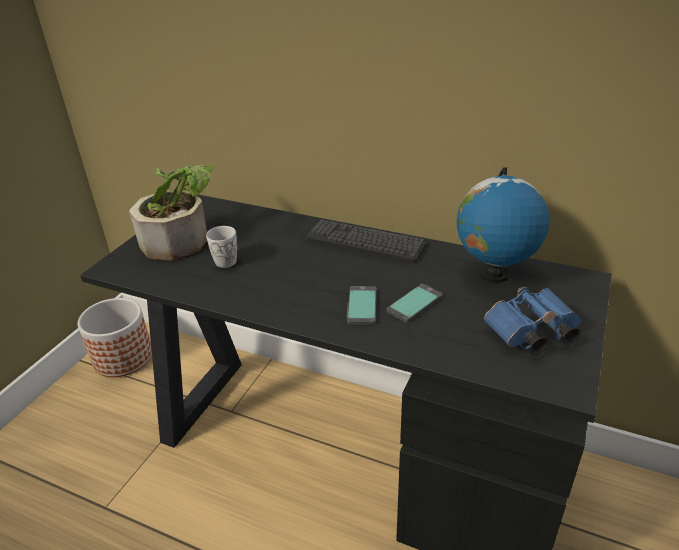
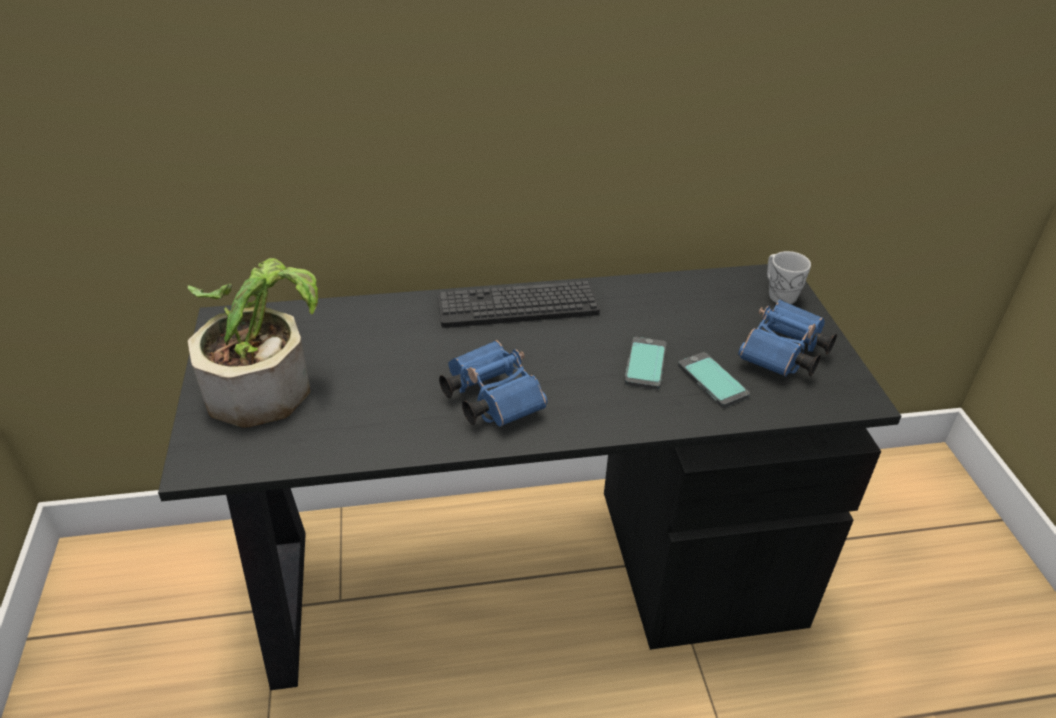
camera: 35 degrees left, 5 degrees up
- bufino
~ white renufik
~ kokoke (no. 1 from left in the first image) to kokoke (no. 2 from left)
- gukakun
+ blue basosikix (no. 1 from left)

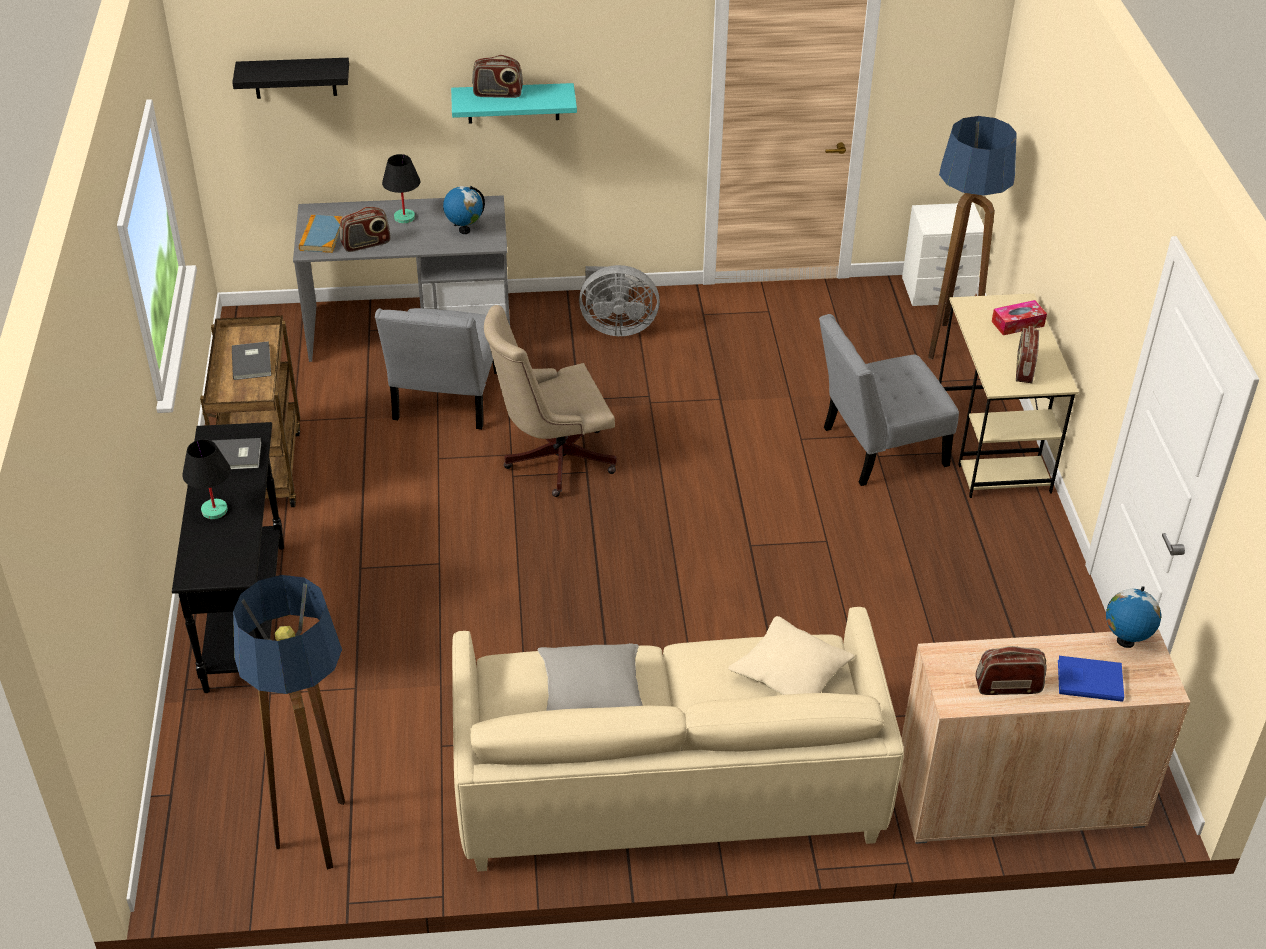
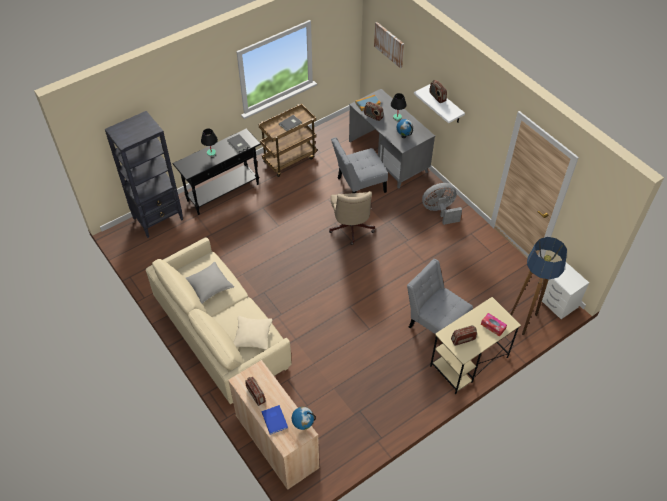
camera: 60 degrees right, 10 degrees up
~ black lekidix to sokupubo
~ turquoise lekidix to white lekidix
~ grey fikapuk 105 degrees clockwise
~ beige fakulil 135 degrees counterclockwise
- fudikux (no. 1 from left)
+ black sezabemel

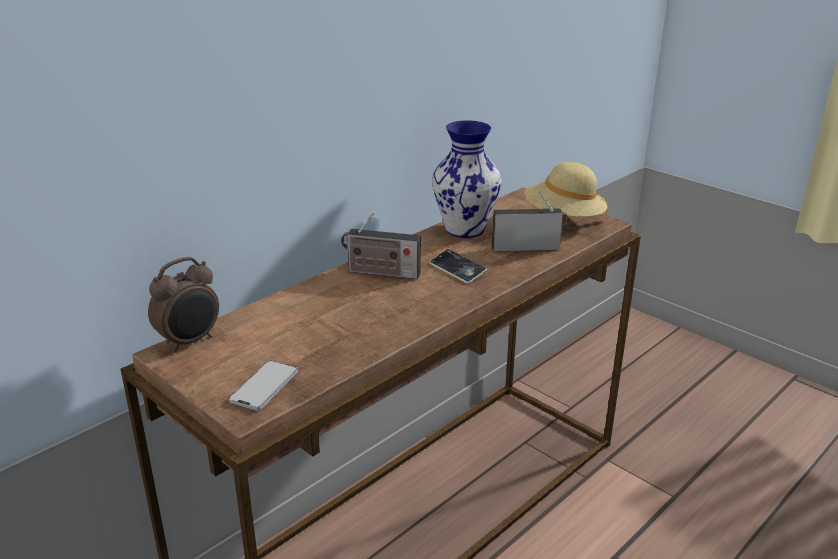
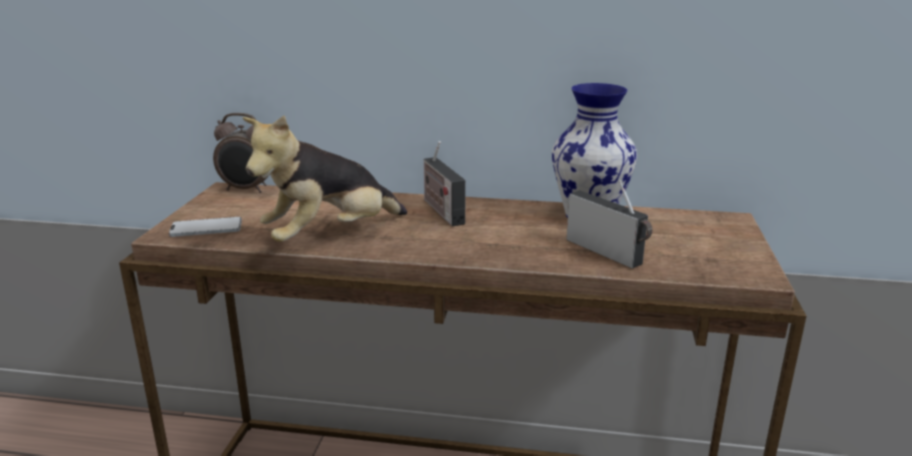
camera: 55 degrees right, 5 degrees down
- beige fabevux
- kokoke (no. 2 from left)
+ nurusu

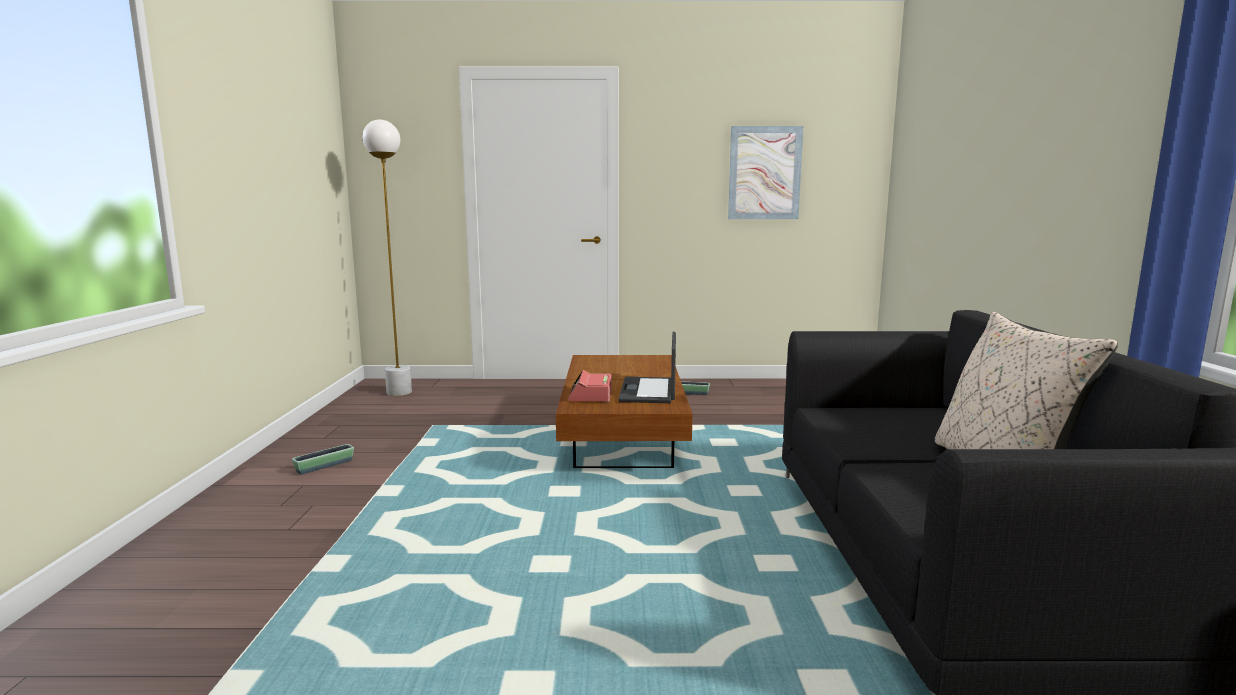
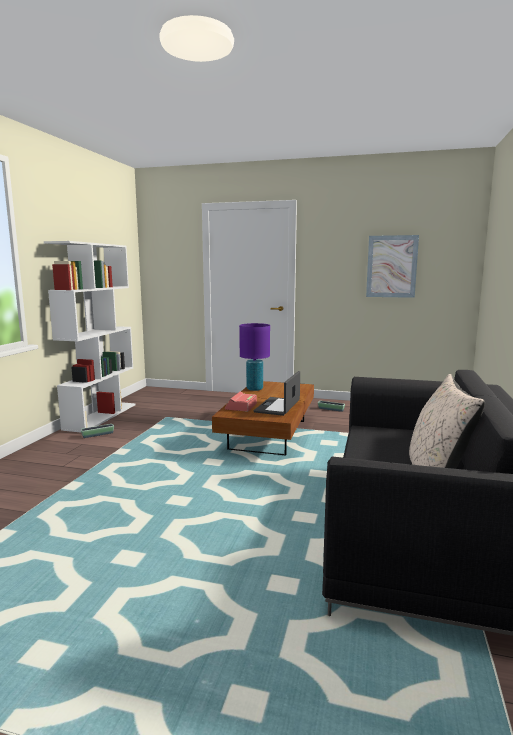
camera: 15 degrees right, 0 degrees up
- white fudikux
+ white sezabemel
+ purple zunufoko

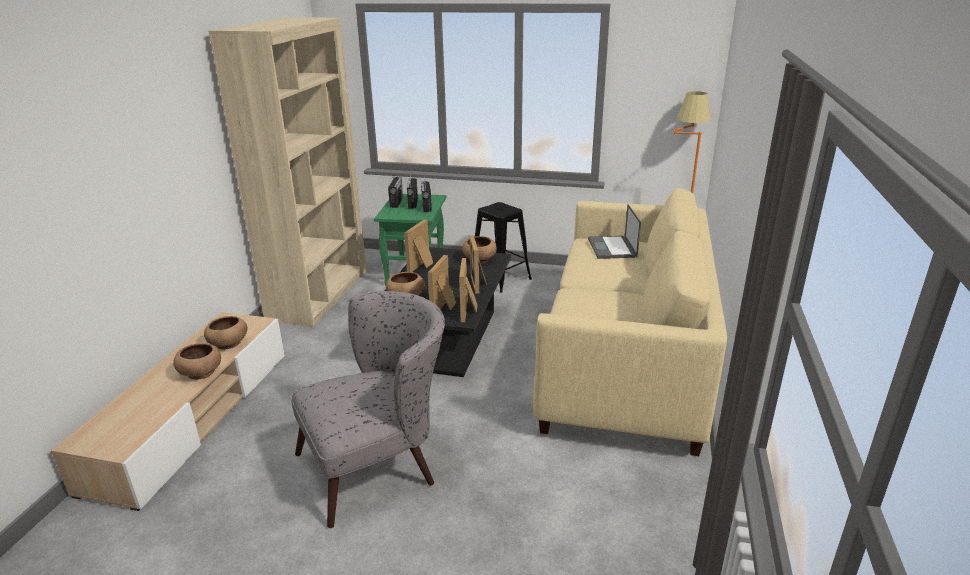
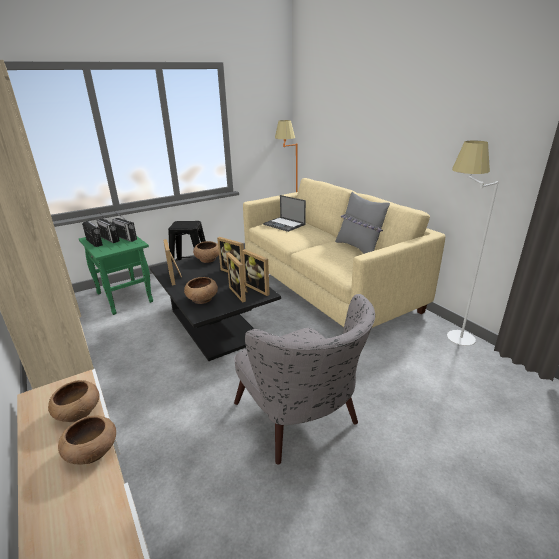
camera: 45 degrees left, 0 degrees up
~ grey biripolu 135 degrees clockwise
+ white fudikux
+ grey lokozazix

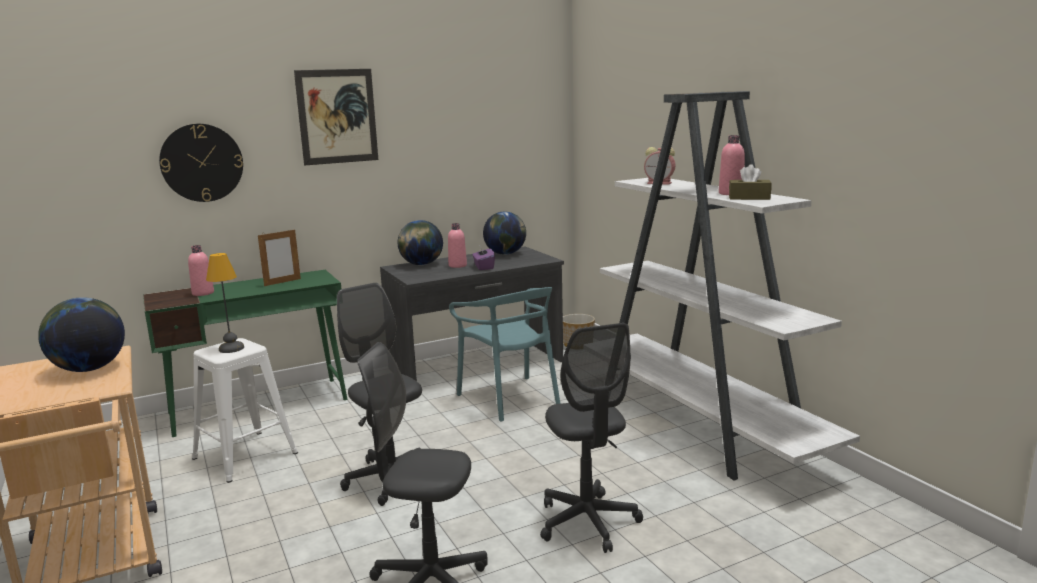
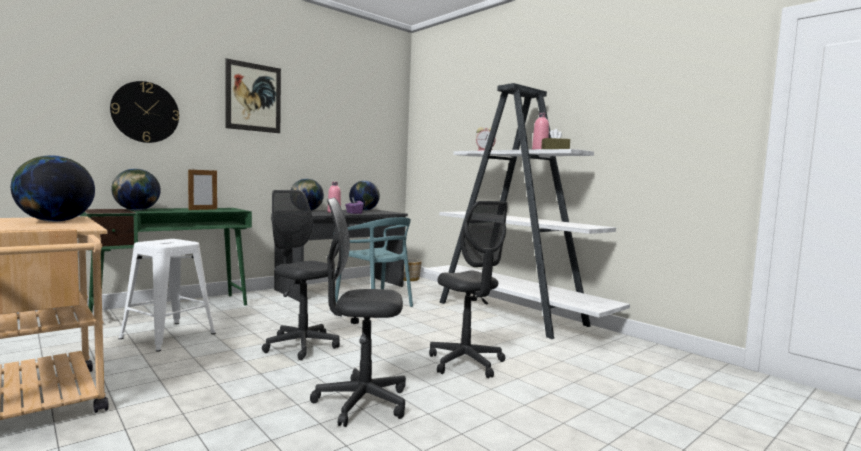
camera: 15 degrees left, 10 degrees down
~ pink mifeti (no. 1 from left) to bufino (no. 2 from left)
- zunufoko

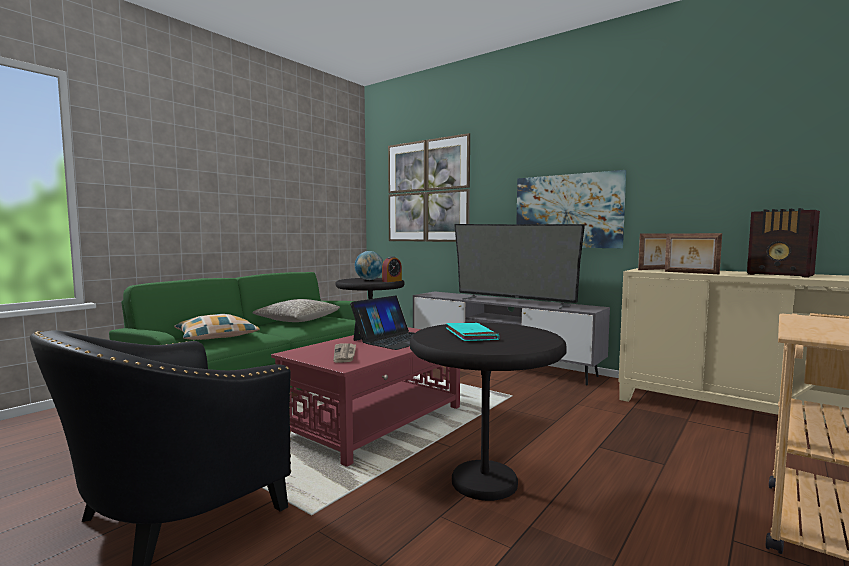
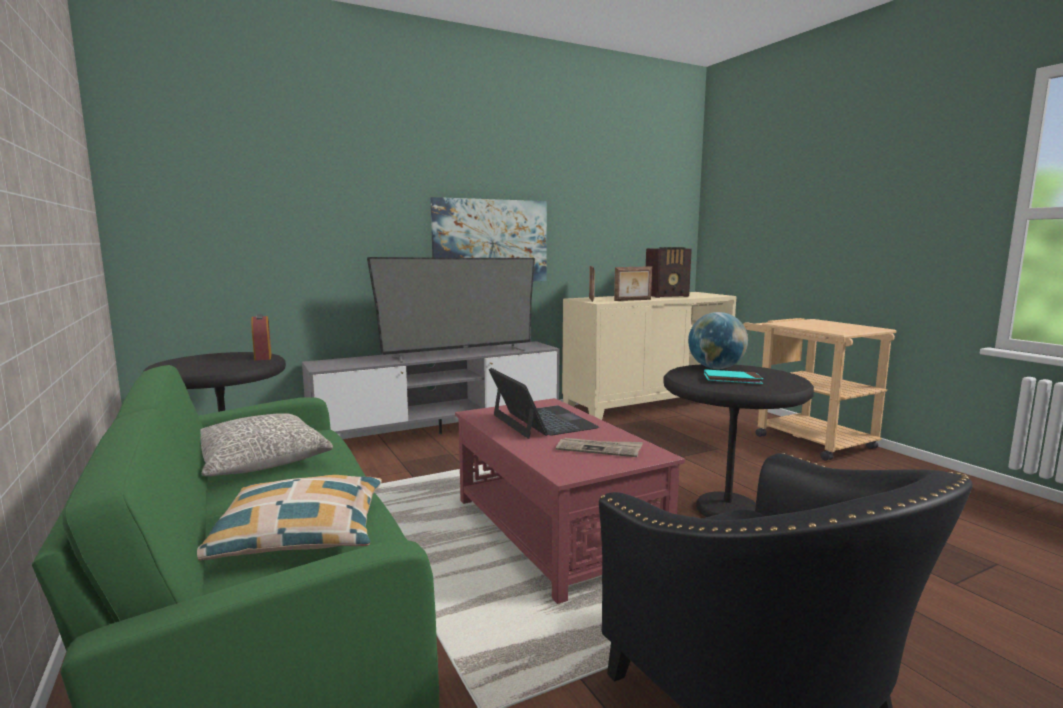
camera: 65 degrees left, 5 degrees up
- sokupubo (no. 1 from left)
~ bufino

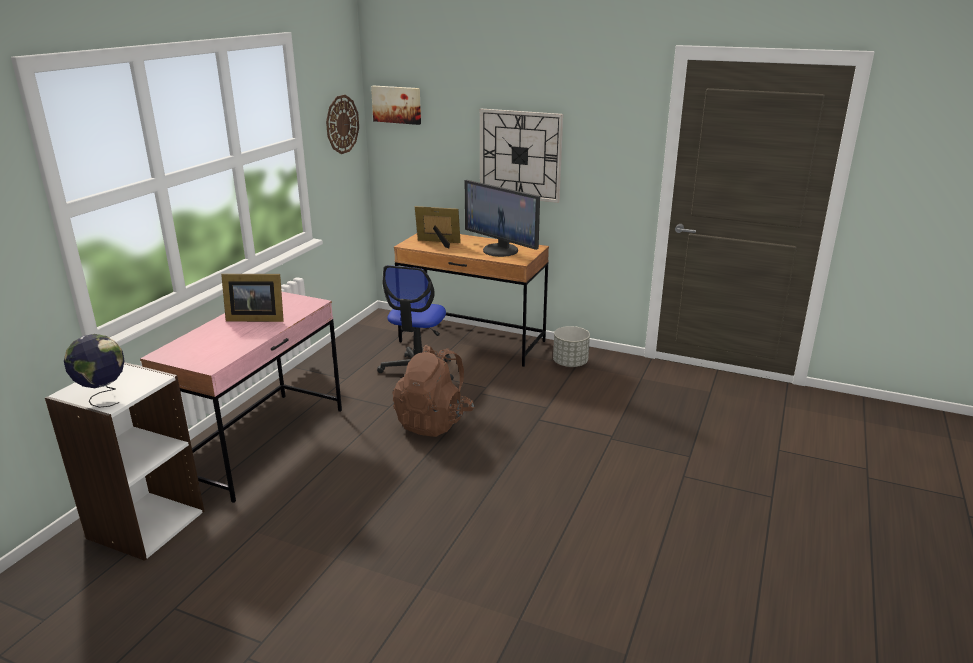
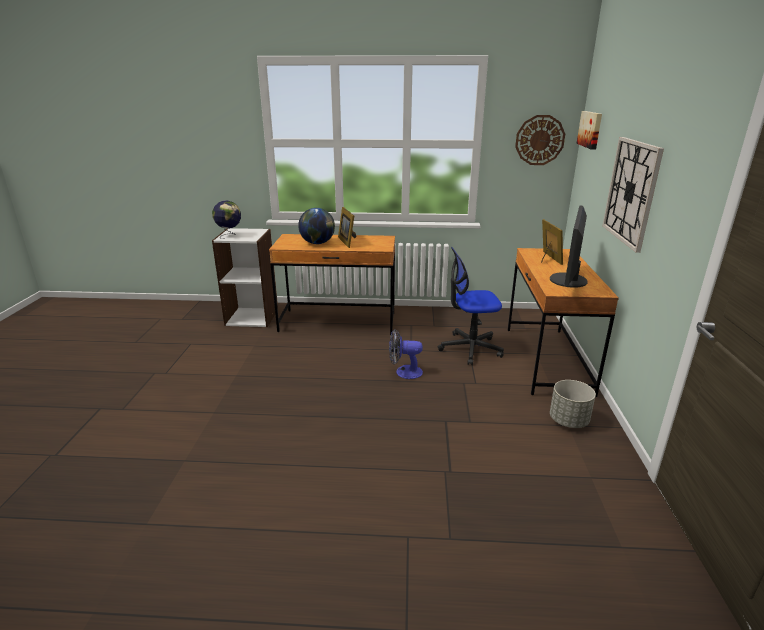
camera: 70 degrees right, 0 degrees up
~ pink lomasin to brown lomasin (no. 1 from left)
~ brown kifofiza to fikapuk
+ bufino (no. 2 from left)

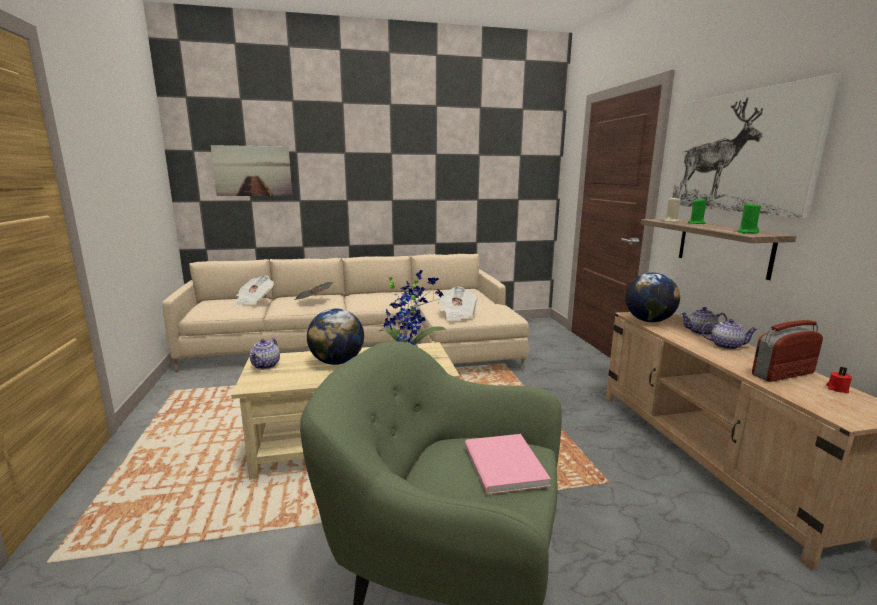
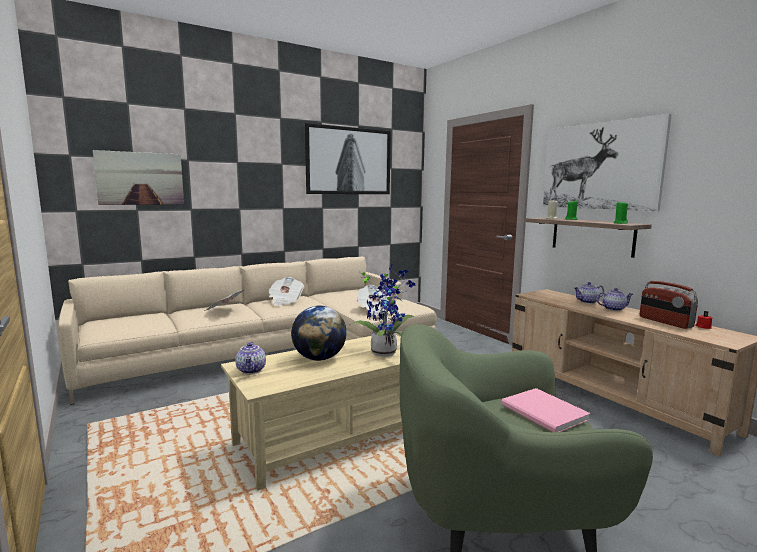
camera: 20 degrees left, 5 degrees down
- bufino (no. 2 from left)
~ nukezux (no. 1 from left in the first image) to nukezux (no. 2 from left)
~ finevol 75 degrees counterclockwise
+ sokupubo (no. 2 from left)

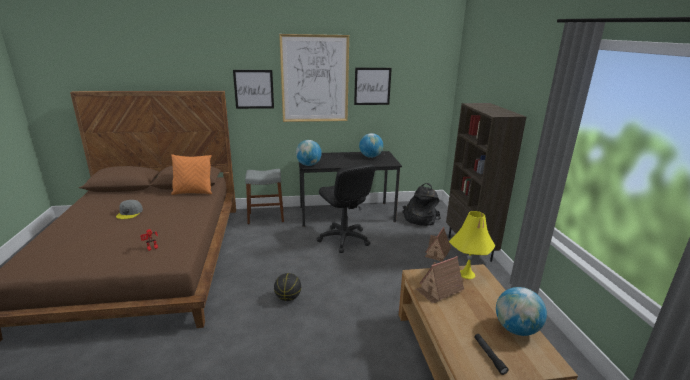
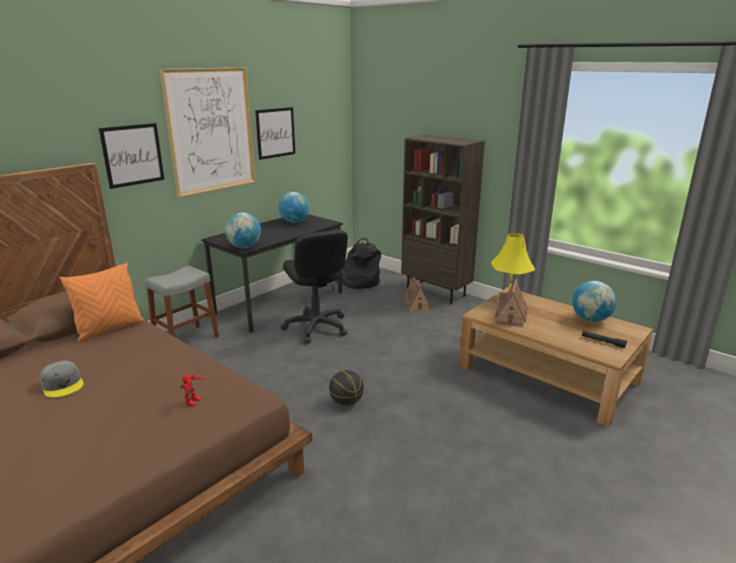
camera: 40 degrees left, 0 degrees up
~ black fakulil 45 degrees clockwise

